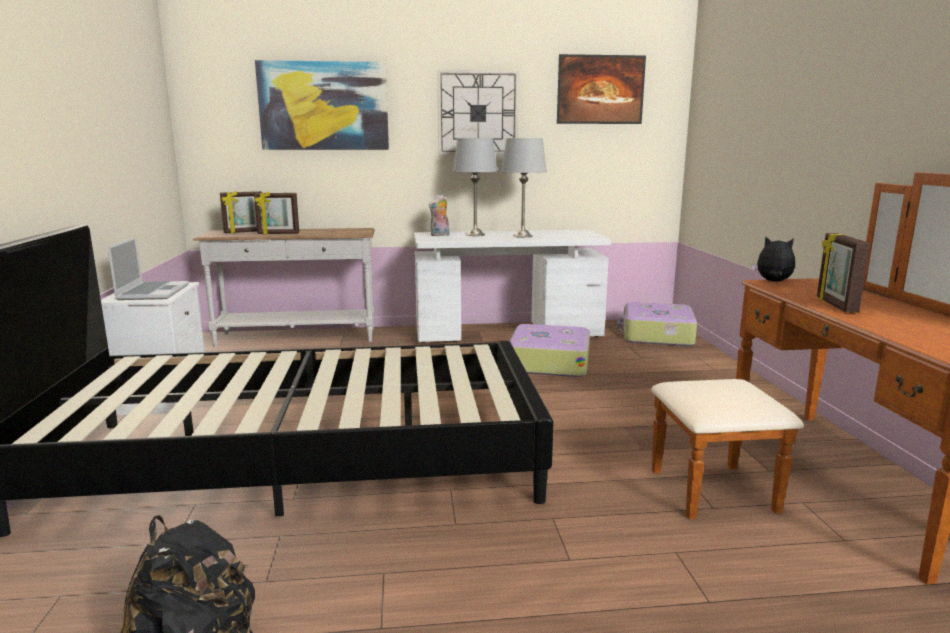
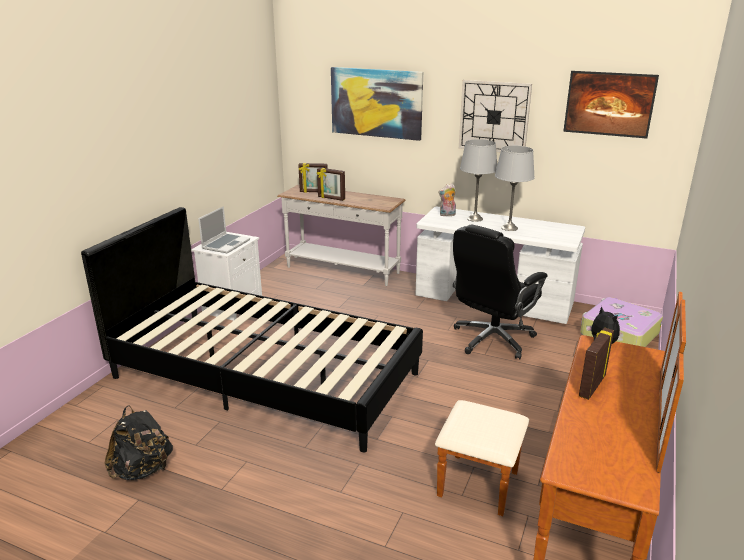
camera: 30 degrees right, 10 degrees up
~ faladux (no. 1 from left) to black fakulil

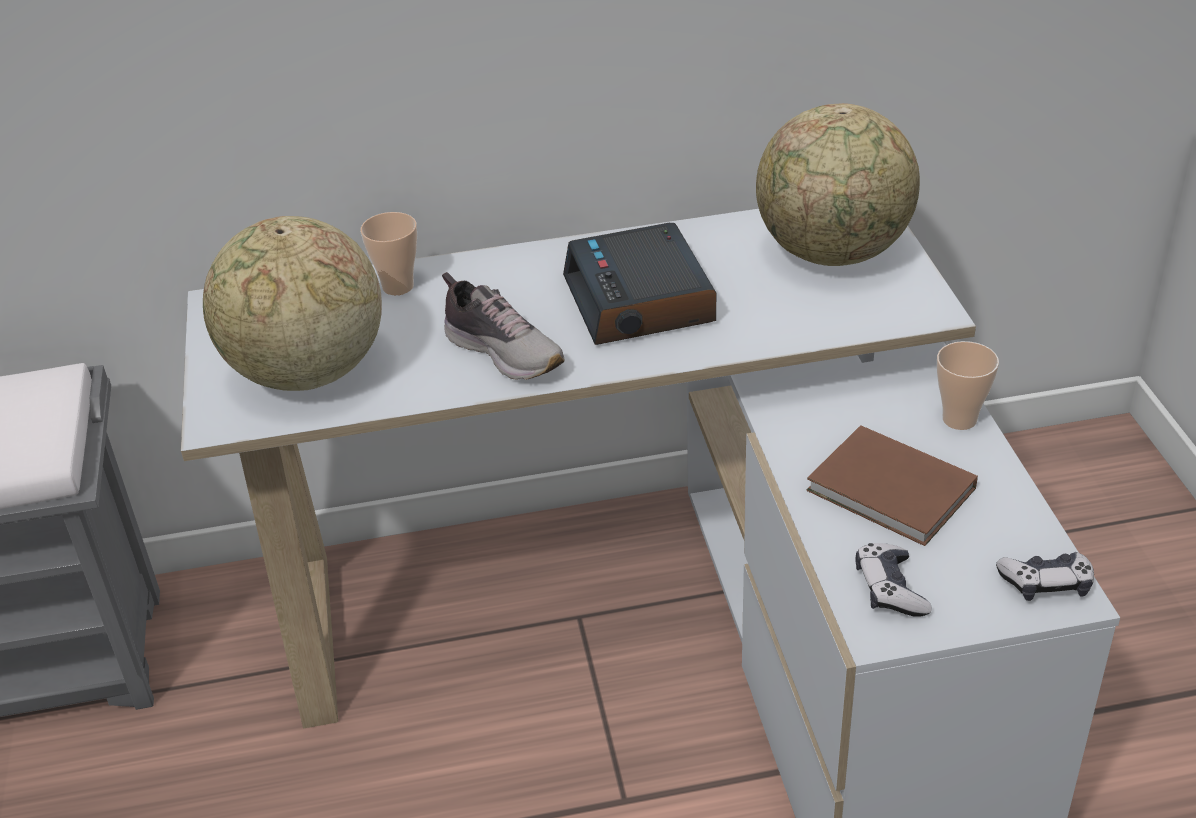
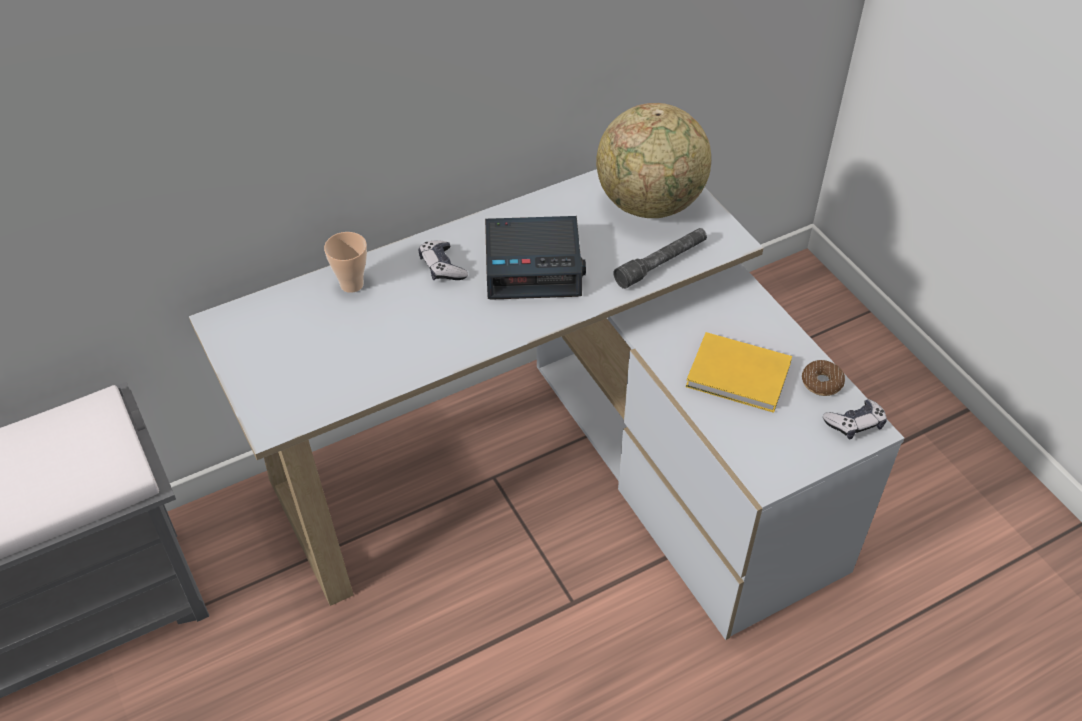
camera: 20 degrees left, 10 degrees up
- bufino (no. 1 from left)
~ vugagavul 60 degrees counterclockwise
- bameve
- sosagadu (no. 2 from left)
~ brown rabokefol to yellow rabokefol
~ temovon (no. 1 from left)
+ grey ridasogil
+ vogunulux

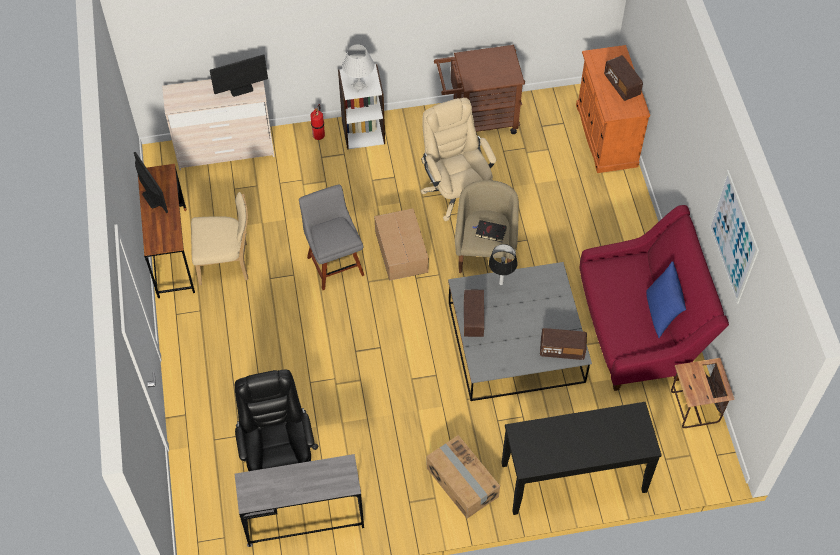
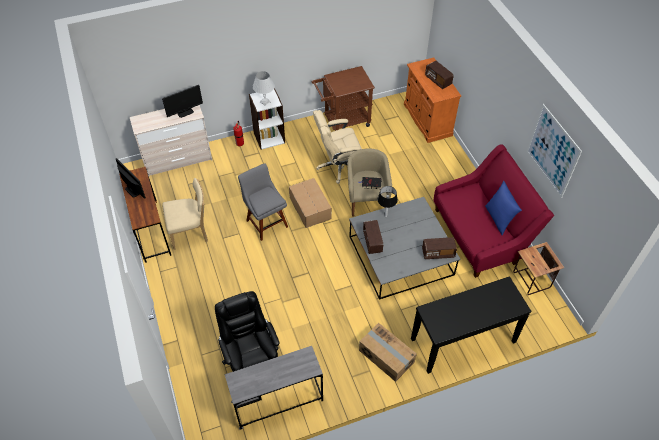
camera: 10 degrees left, 5 degrees down
~ beige fakulil 75 degrees counterclockwise

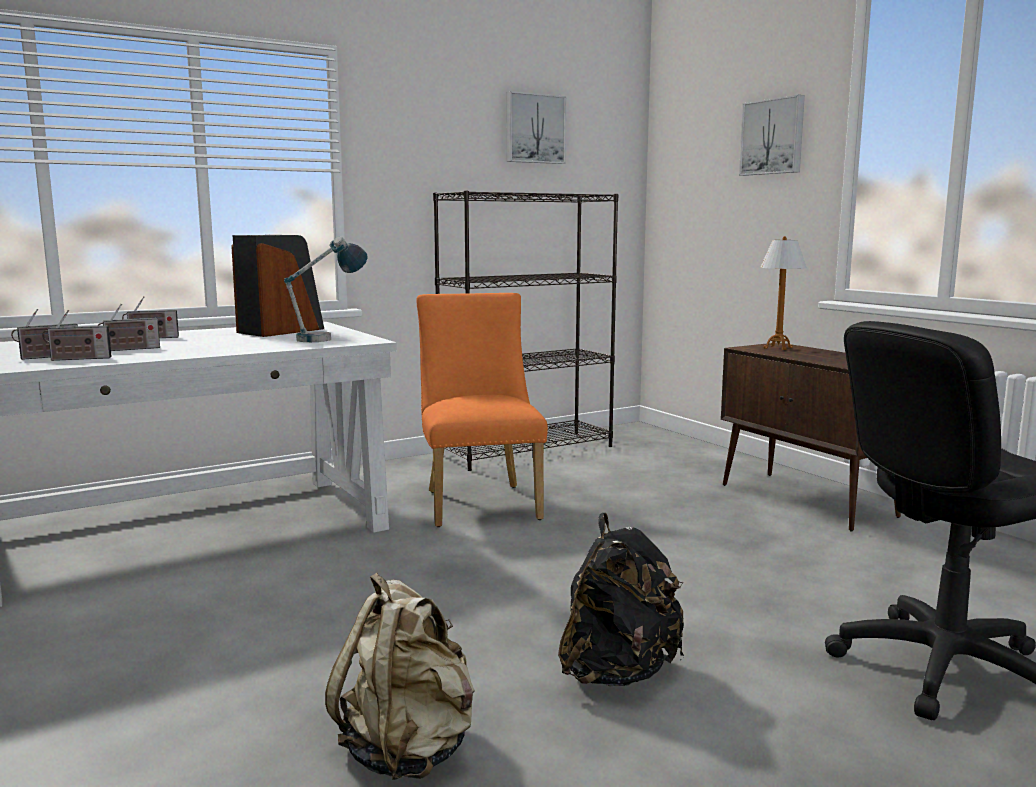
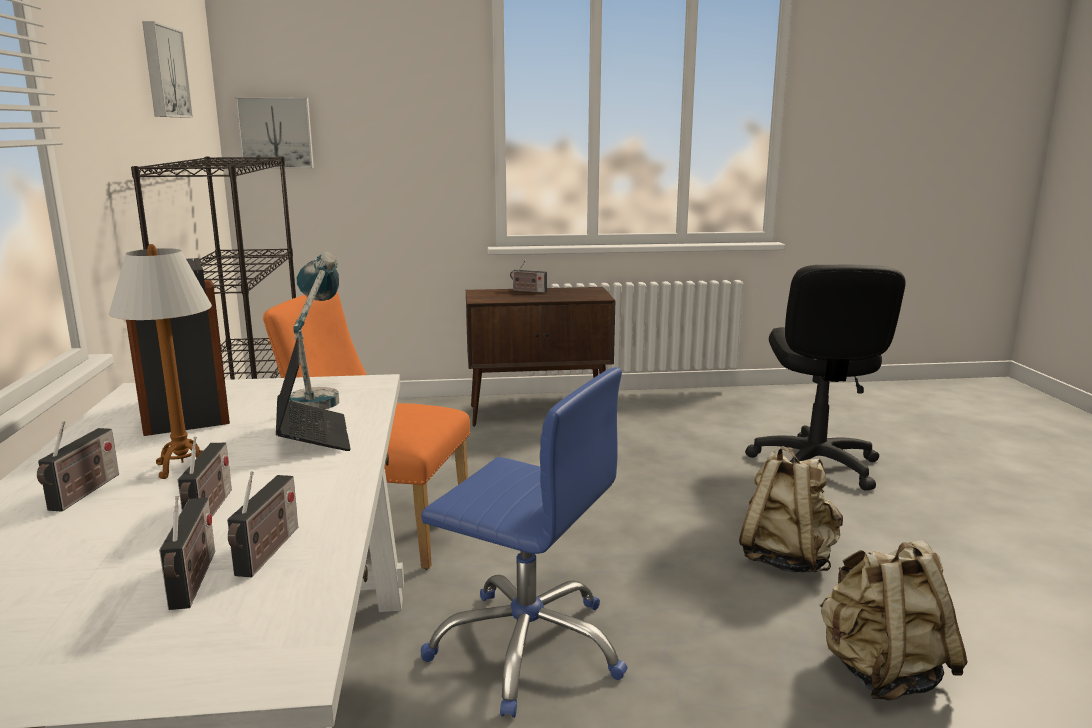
camera: 65 degrees left, 5 degrees up
~ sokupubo (no. 2 from left)
~ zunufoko (no. 2 from left in the first image) to zunufoko (no. 1 from left)
~ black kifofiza to beige kifofiza (no. 1 from left)
+ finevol (no. 5 from left)
+ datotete
+ blue fakulil

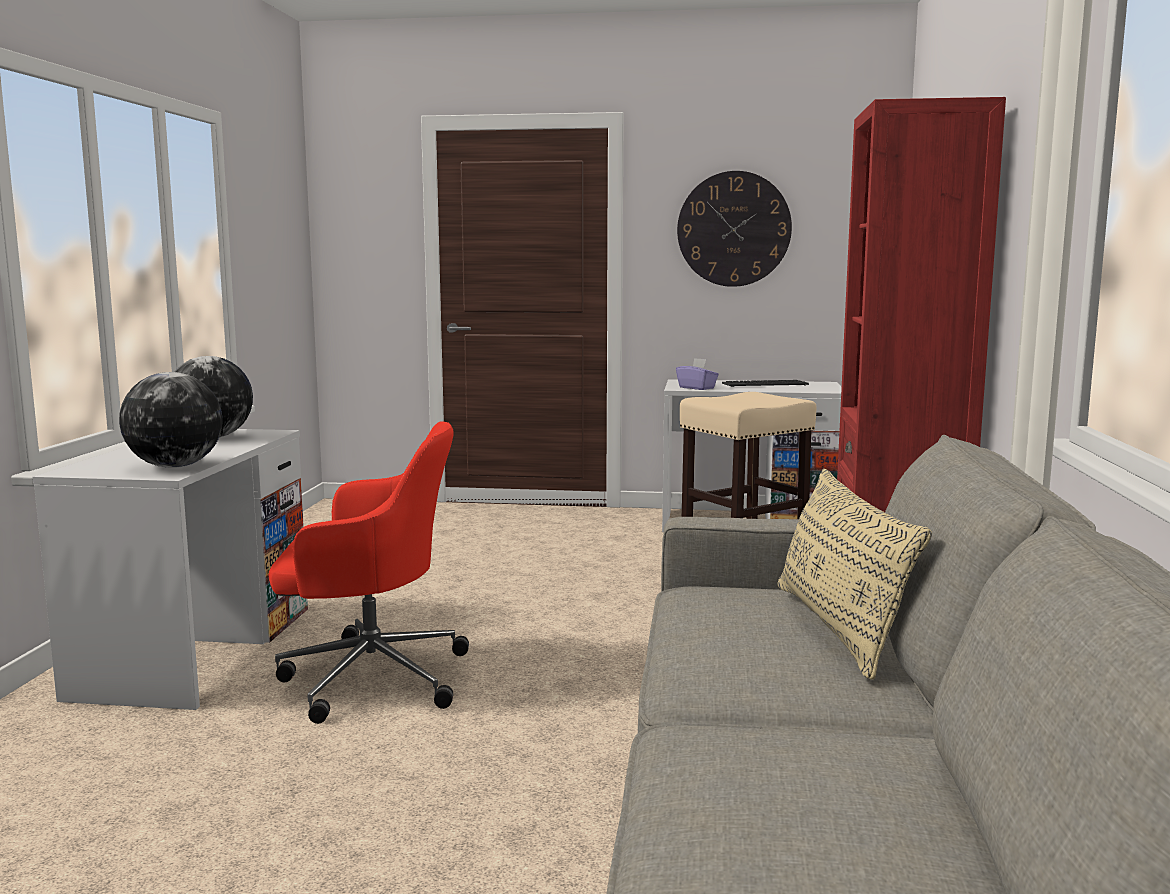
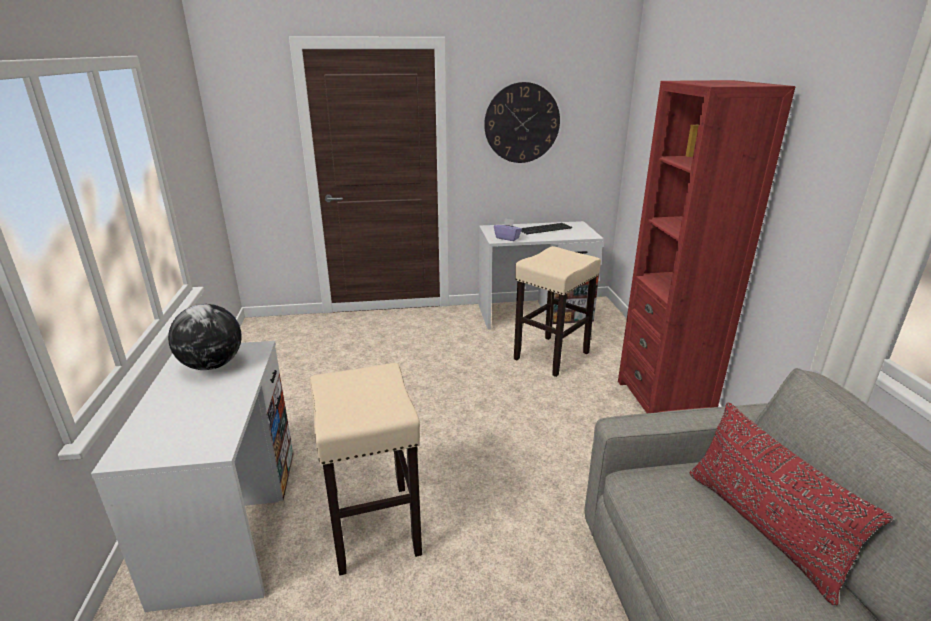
camera: 15 degrees left, 15 degrees up
- bufino (no. 1 from left)
~ red fakulil to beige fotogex (no. 1 from left)
~ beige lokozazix to red lokozazix

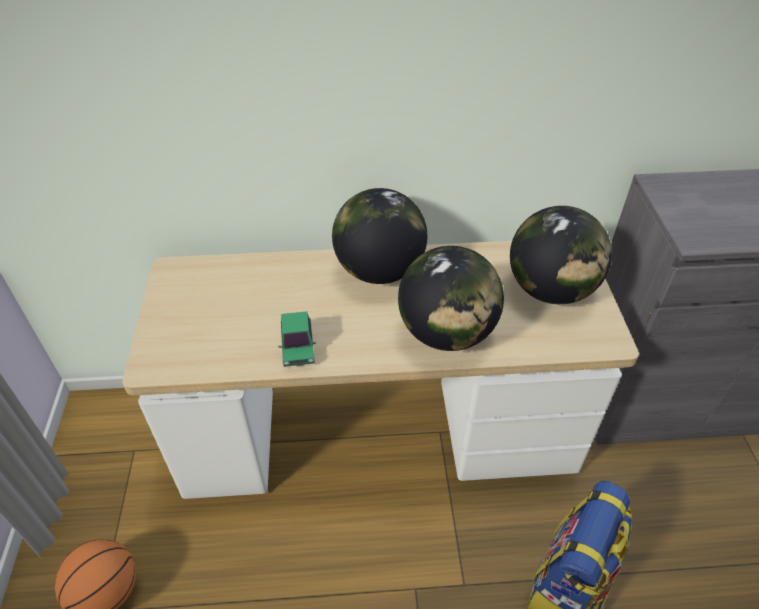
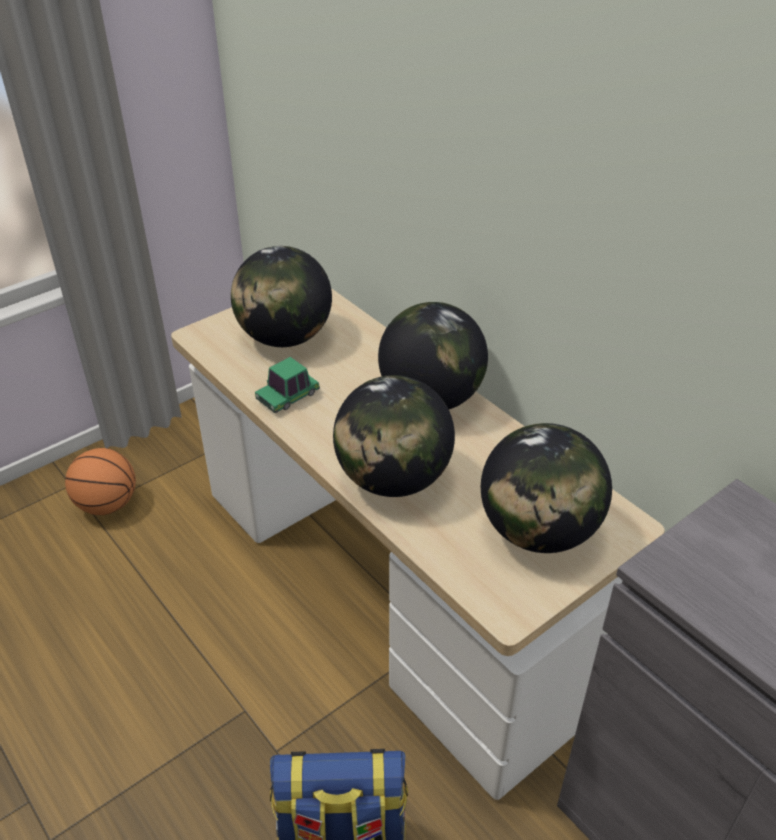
camera: 55 degrees right, 5 degrees down
+ bufino (no. 1 from left)

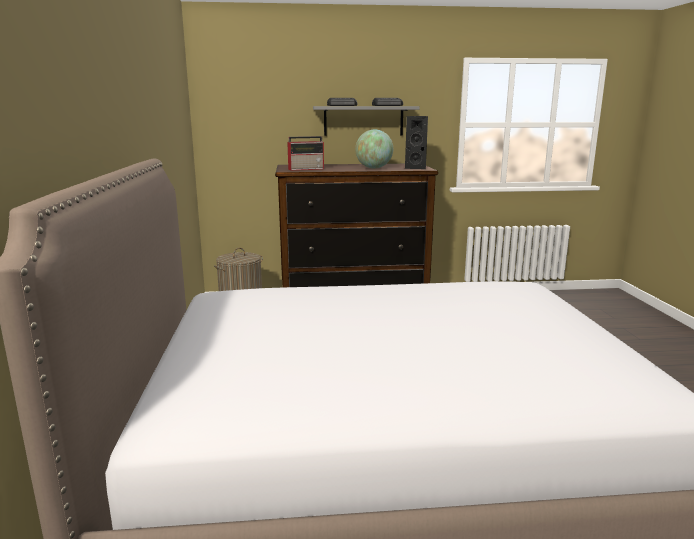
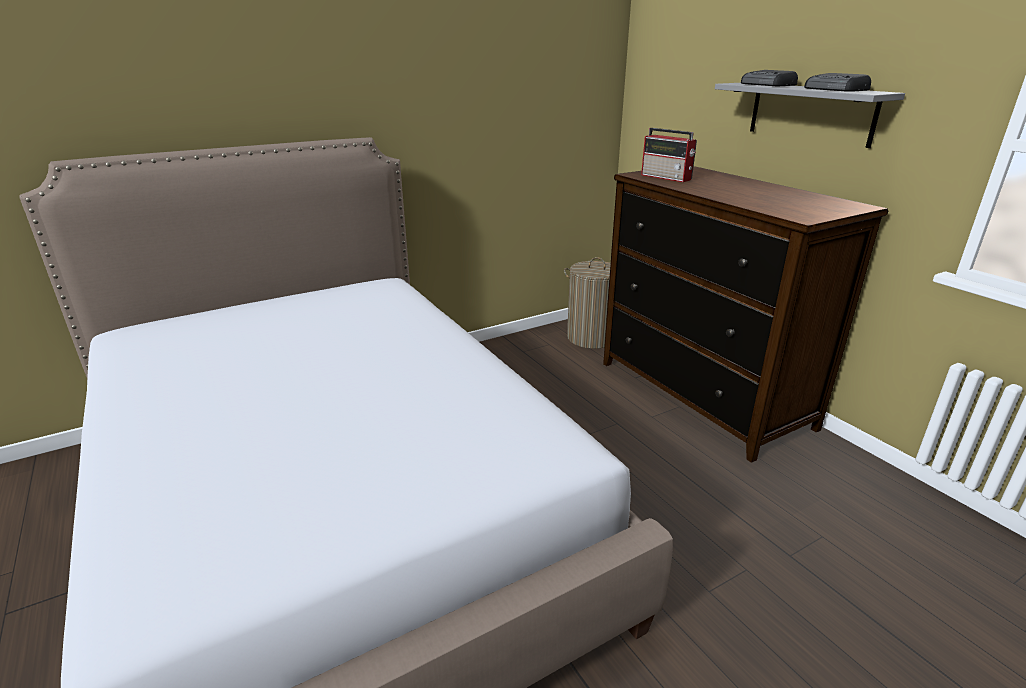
camera: 65 degrees right, 10 degrees up
- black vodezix
- bufino

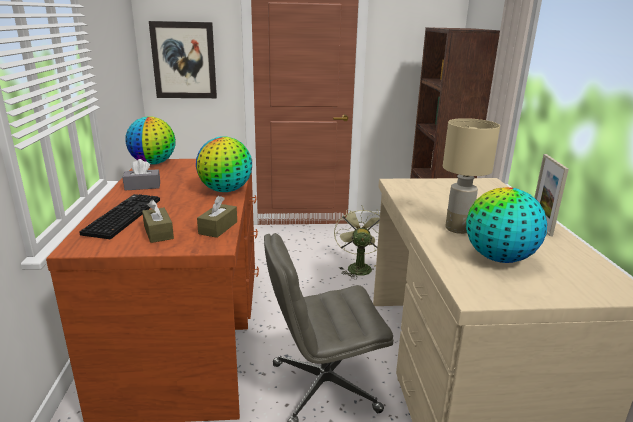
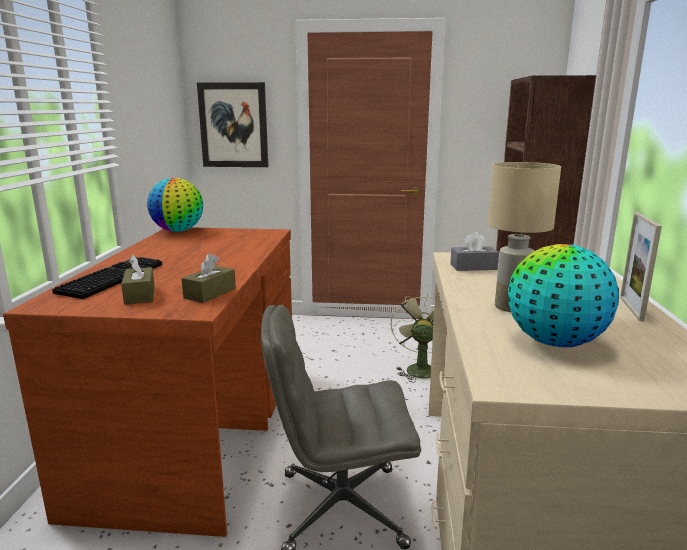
camera: 10 degrees right, 5 degrees down
- bufino (no. 2 from left)
~ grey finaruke

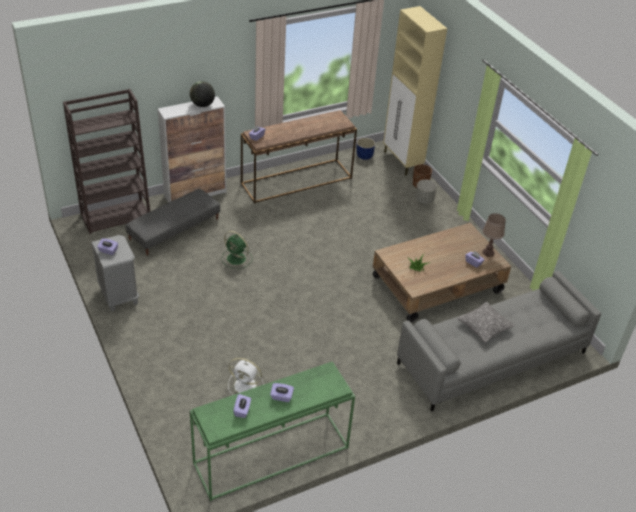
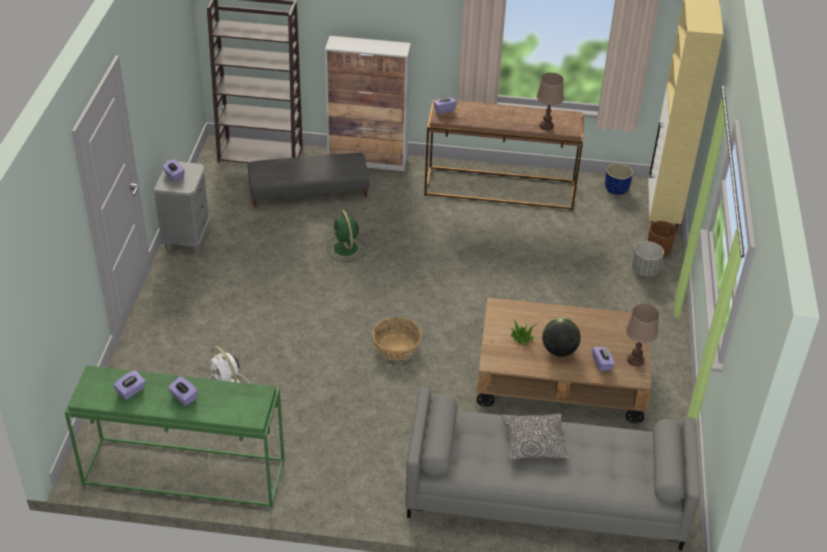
camera: 35 degrees right, 0 degrees up
~ bufino
+ brown zunufoko (no. 1 from left)
+ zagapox

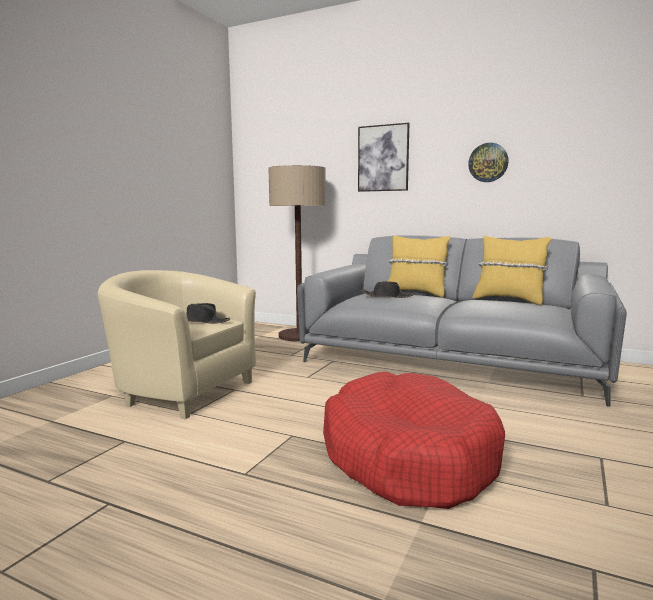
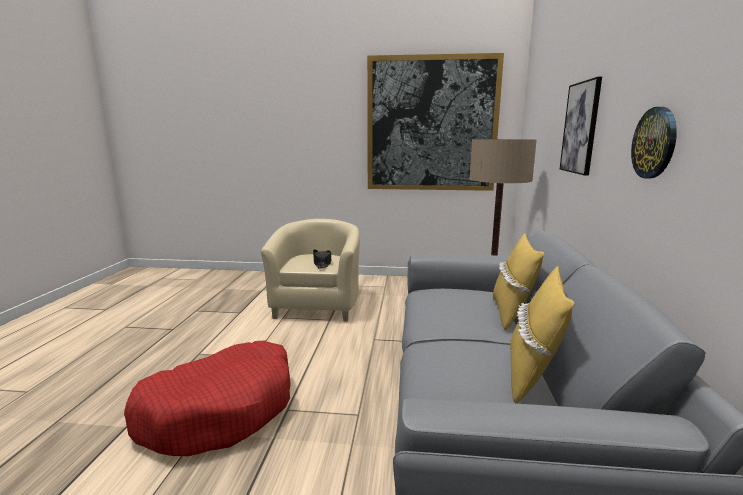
camera: 70 degrees right, 5 degrees up
- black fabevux (no. 2 from left)
+ sokupubo (no. 1 from left)

